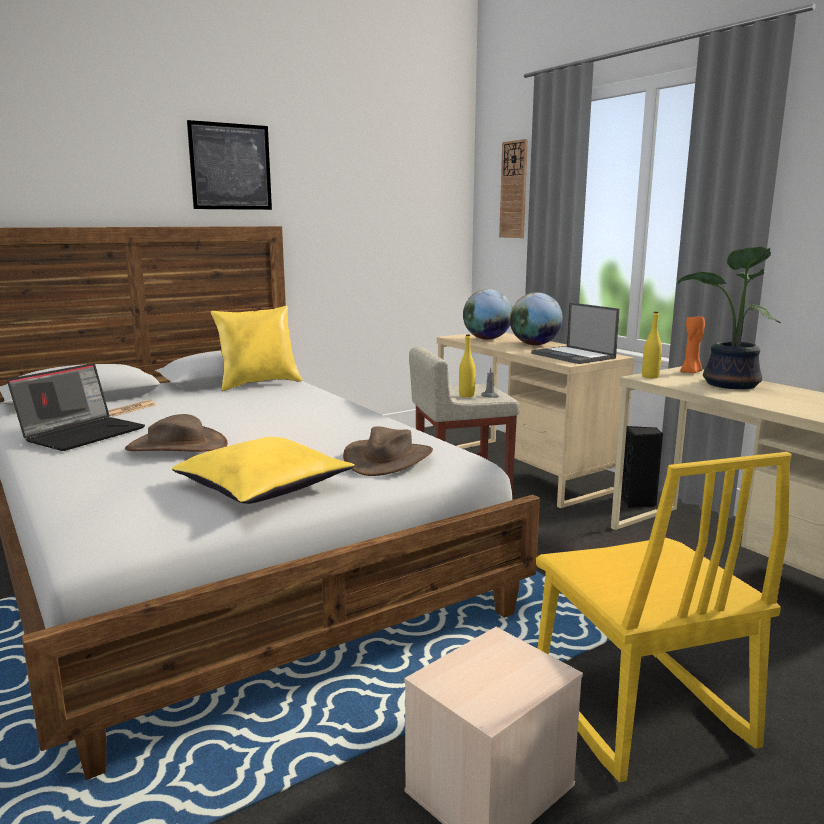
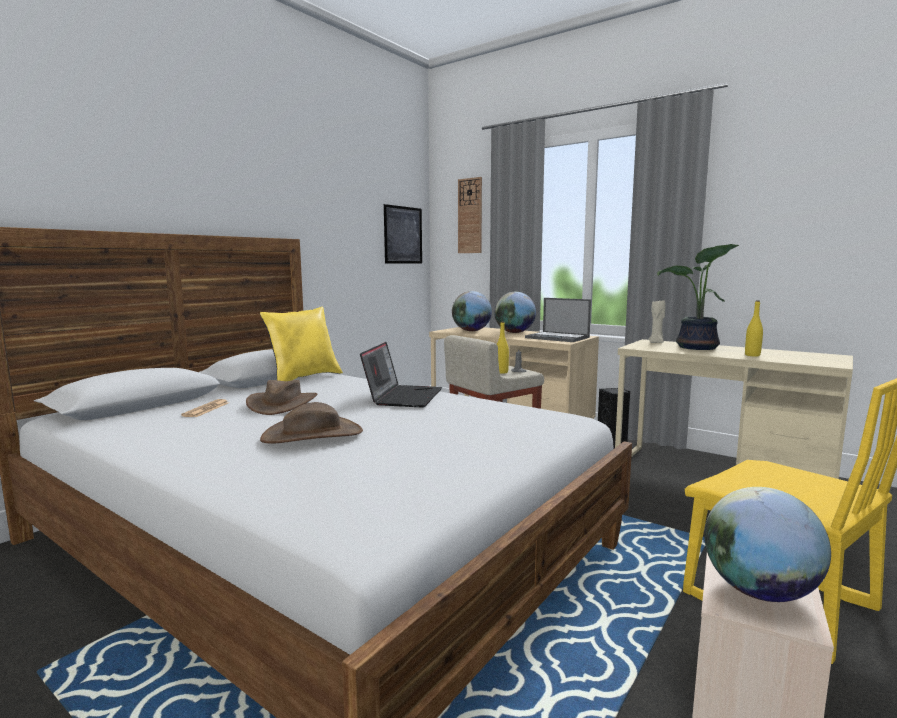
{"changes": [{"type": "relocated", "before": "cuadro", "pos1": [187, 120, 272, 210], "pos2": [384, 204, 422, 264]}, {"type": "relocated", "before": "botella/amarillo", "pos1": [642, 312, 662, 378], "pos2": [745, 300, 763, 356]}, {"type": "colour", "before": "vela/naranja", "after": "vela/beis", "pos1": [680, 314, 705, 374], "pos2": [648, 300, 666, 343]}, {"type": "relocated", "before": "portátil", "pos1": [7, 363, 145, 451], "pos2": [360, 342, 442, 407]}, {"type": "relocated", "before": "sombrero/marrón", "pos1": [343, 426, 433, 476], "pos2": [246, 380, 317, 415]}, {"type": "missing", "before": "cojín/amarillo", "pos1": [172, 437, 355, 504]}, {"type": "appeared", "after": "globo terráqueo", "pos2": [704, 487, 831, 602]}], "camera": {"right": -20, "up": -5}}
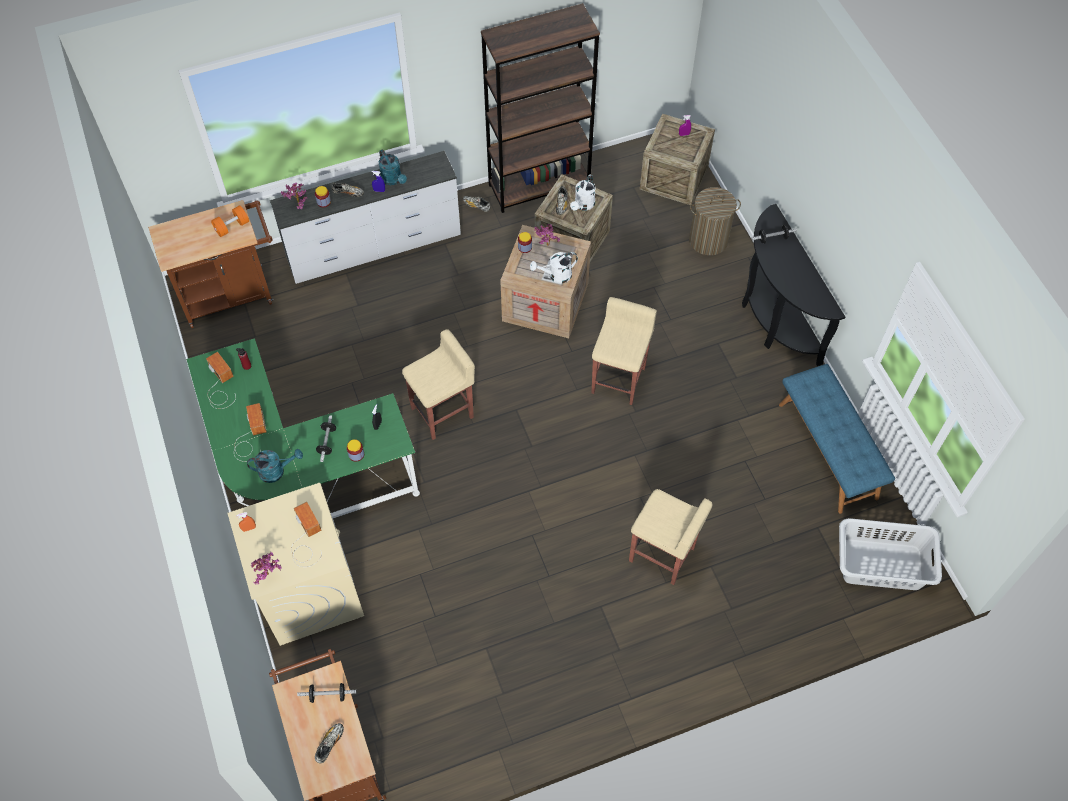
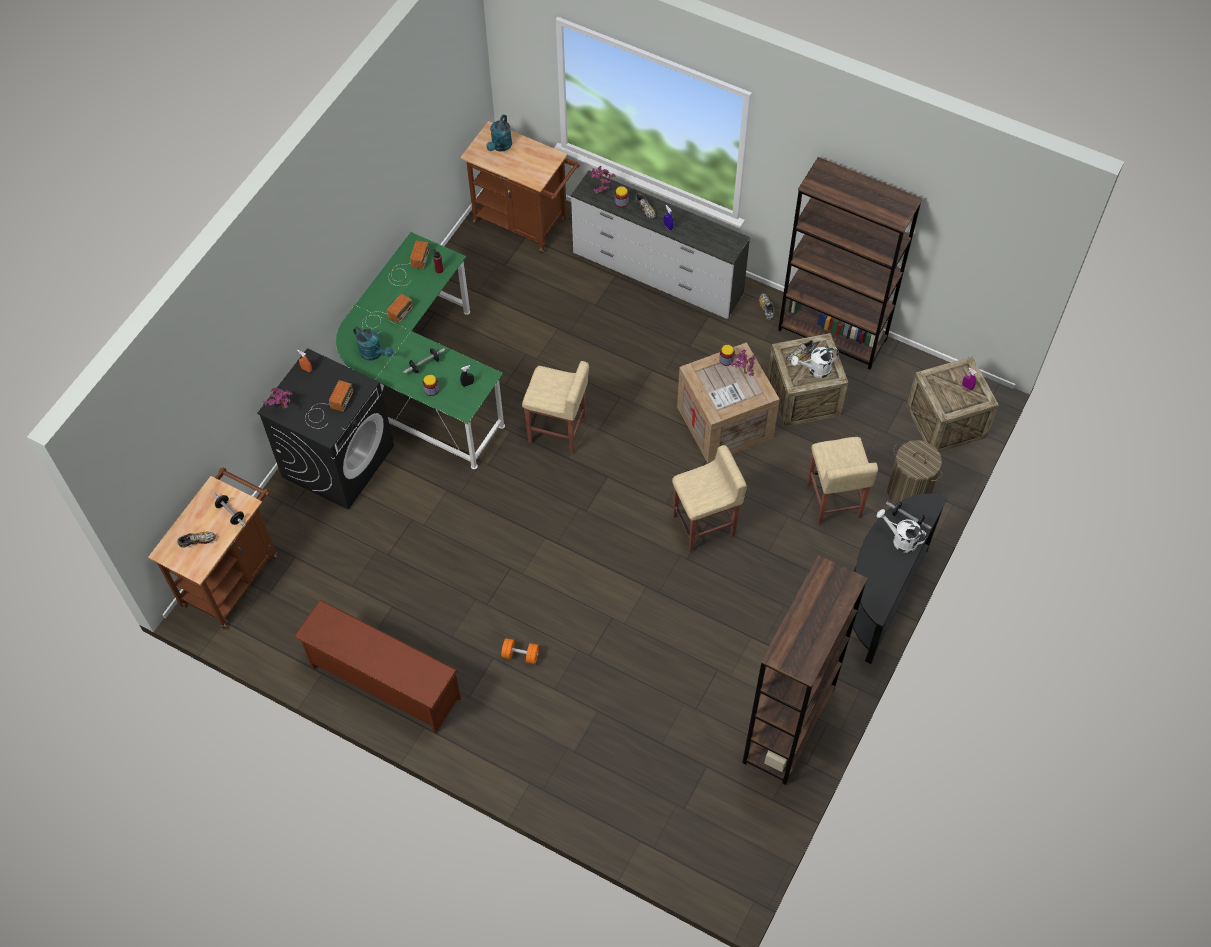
{"changes": [{"type": "relocated", "before": "regadera/turquesa", "pos1": [379, 149, 407, 185], "pos2": [486, 115, 512, 151]}, {"type": "relocated", "before": "mancuerna/naranja", "pos1": [211, 205, 249, 237], "pos2": [501, 638, 539, 664]}, {"type": "relocated", "before": "regadera/blanco", "pos1": [530, 252, 578, 283], "pos2": [877, 509, 927, 553]}, {"type": "exchanged", "before": "banco/azul", "after": "estantería/marrón", "pos1": [779, 364, 895, 514], "pos2": [742, 555, 868, 785]}, {"type": "colour", "before": "lavadora/beis", "after": "lavadora/negro", "pos1": [228, 483, 364, 646], "pos2": [257, 348, 394, 510]}, {"type": "relocated", "before": "taburete/beis", "pos1": [629, 489, 713, 585], "pos2": [807, 437, 878, 525]}, {"type": "missing", "before": "cesto de la ropa/gris", "pos1": [839, 518, 942, 590]}, {"type": "appeared", "after": "zapatero/marrón", "pos2": [294, 600, 461, 733]}], "camera": {"right": 50, "up": 0}}
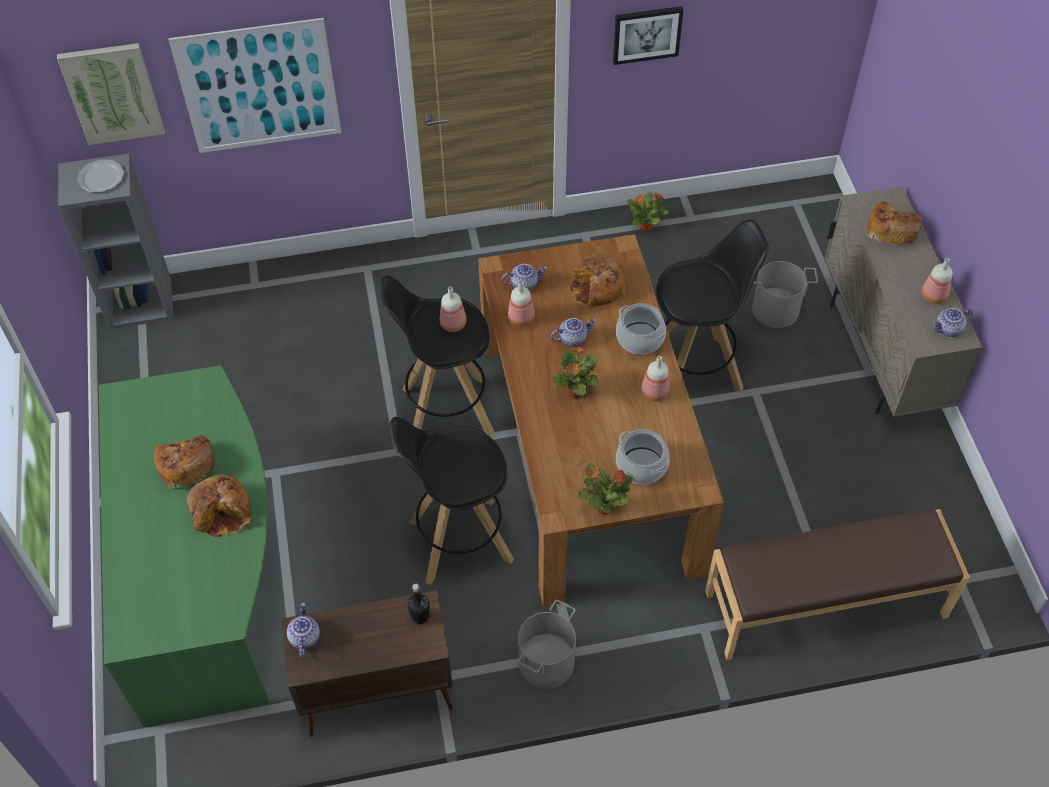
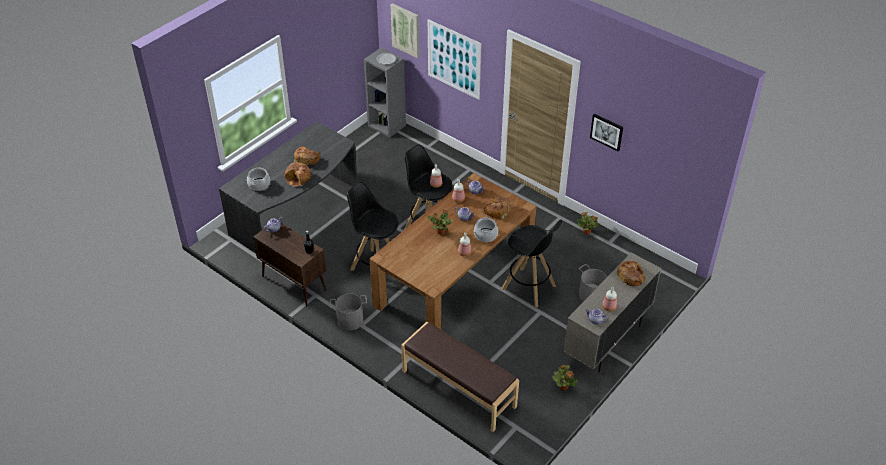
{"changes": [{"type": "colour", "before": "escritorio/verde", "after": "escritorio/gris", "pos1": [99, 365, 270, 727], "pos2": [219, 122, 358, 253]}, {"type": "relocated", "before": "olla", "pos1": [616, 429, 670, 485], "pos2": [247, 167, 270, 191]}, {"type": "relocated", "before": "planta en maceta", "pos1": [578, 463, 633, 514], "pos2": [552, 365, 578, 390]}], "camera": {"right": 50, "up": -10}}
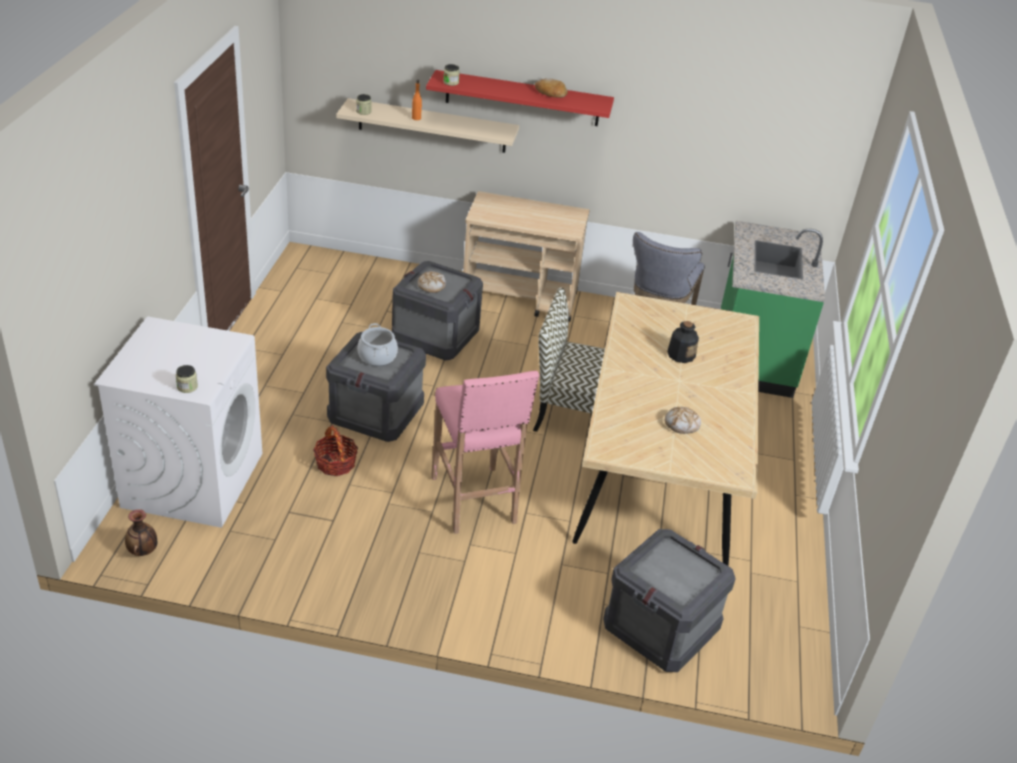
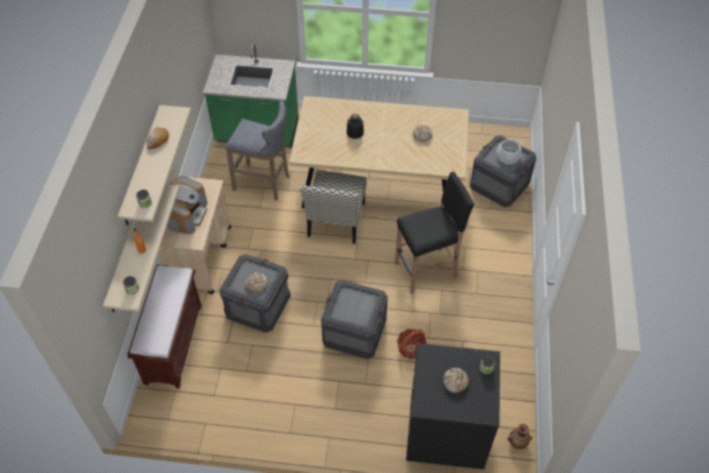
{"changes": [{"type": "colour", "before": "estante/rojo", "after": "estante/beis", "pos1": [426, 70, 614, 126], "pos2": [118, 105, 191, 226]}, {"type": "colour", "before": "lavadora/blanco", "after": "lavadora/negro", "pos1": [94, 316, 262, 528], "pos2": [406, 343, 500, 469]}, {"type": "relocated", "before": "olla", "pos1": [357, 323, 398, 366], "pos2": [497, 139, 523, 164]}, {"type": "colour", "before": "taburete/rosa", "after": "taburete/negro", "pos1": [431, 370, 539, 534], "pos2": [395, 172, 474, 294]}, {"type": "appeared", "after": "cafetera", "pos2": [167, 176, 207, 235]}, {"type": "appeared", "after": "banco/marrón", "pos2": [127, 265, 202, 389]}, {"type": "appeared", "after": "pan", "pos2": [443, 368, 469, 393]}], "camera": {"right": -90, "up": 15}}
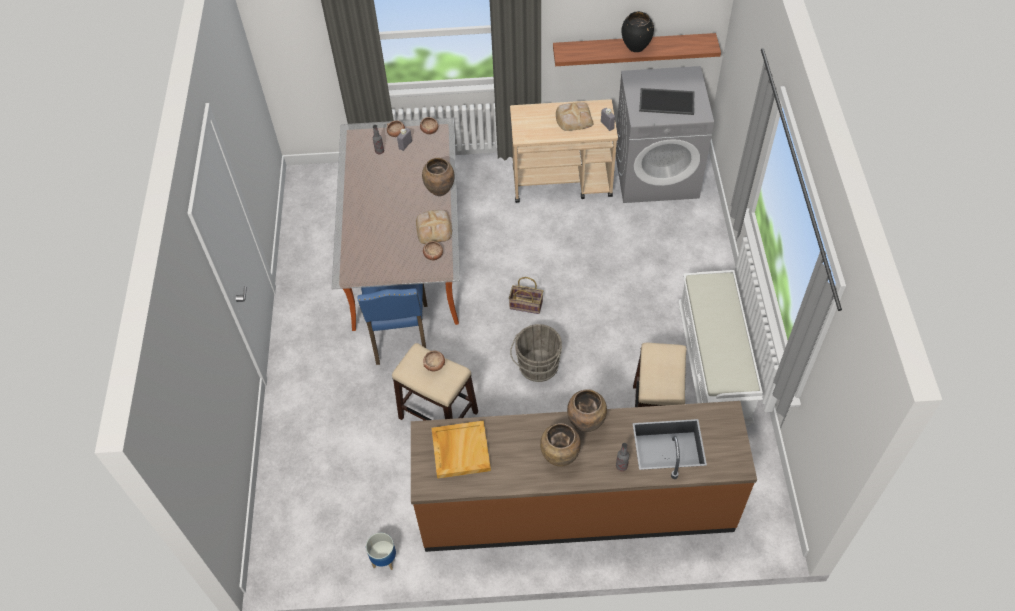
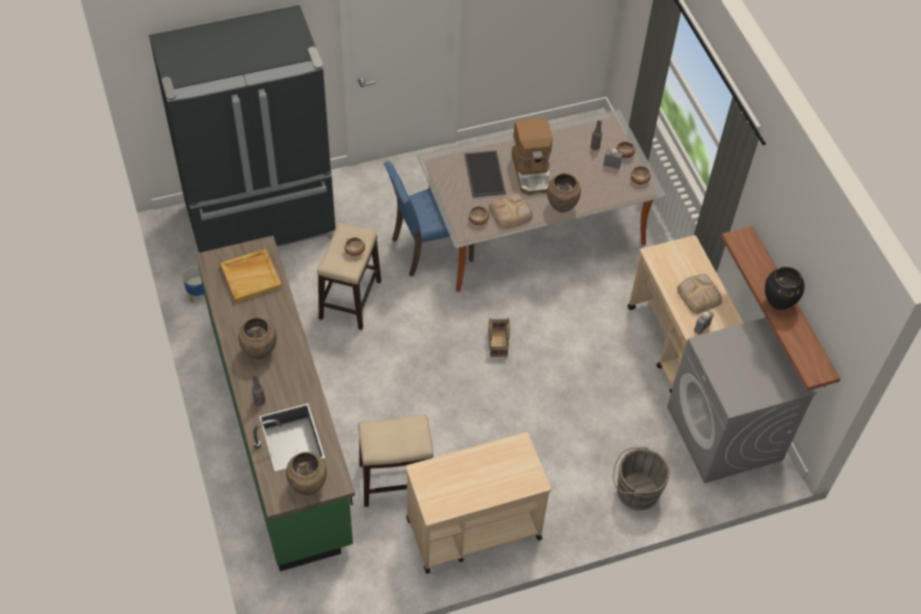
{"changes": [{"type": "relocated", "before": "bandeja", "pos1": [639, 88, 694, 115], "pos2": [464, 150, 506, 197]}, {"type": "exchanged", "before": "banco/blanco", "after": "carrito/beis", "pos1": [678, 270, 763, 427], "pos2": [406, 432, 551, 574]}, {"type": "relocated", "before": "cubo/gris", "pos1": [510, 324, 562, 382], "pos2": [613, 447, 670, 511]}, {"type": "relocated", "before": "florero/marrón", "pos1": [567, 389, 607, 432], "pos2": [286, 452, 327, 495]}, {"type": "colour", "before": "mueble bajo de cocina/marrón", "after": "mueble bajo de cocina/verde", "pos1": [411, 401, 757, 552], "pos2": [196, 236, 355, 571]}, {"type": "appeared", "after": "nevera/negro", "pos2": [149, 5, 336, 253]}, {"type": "appeared", "after": "cafetera", "pos2": [512, 118, 553, 195]}], "camera": {"right": 70, "up": 0}}
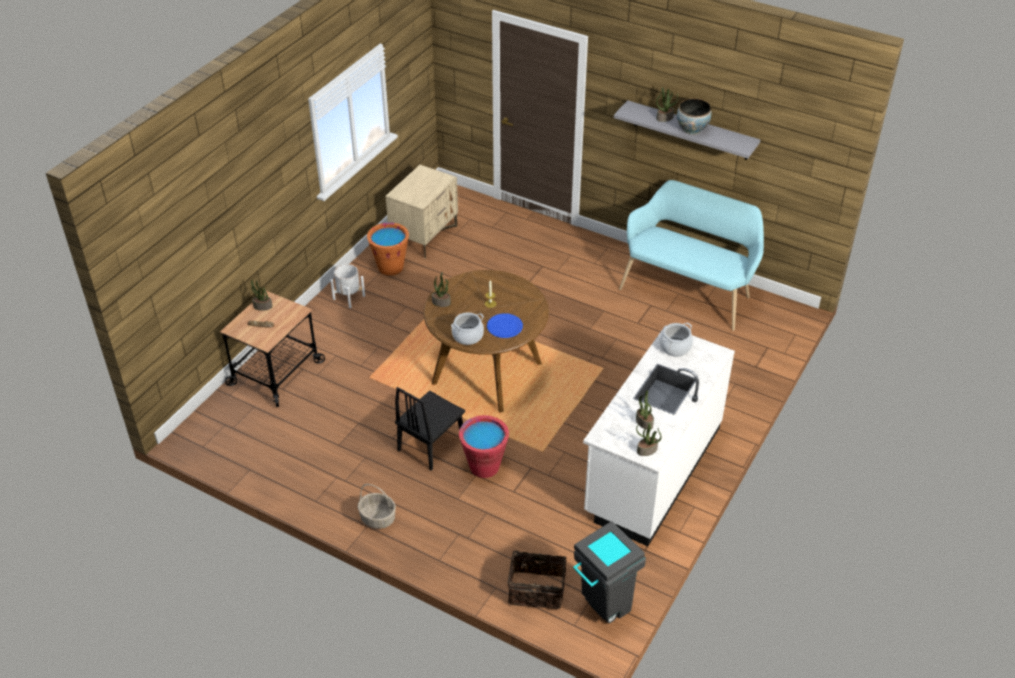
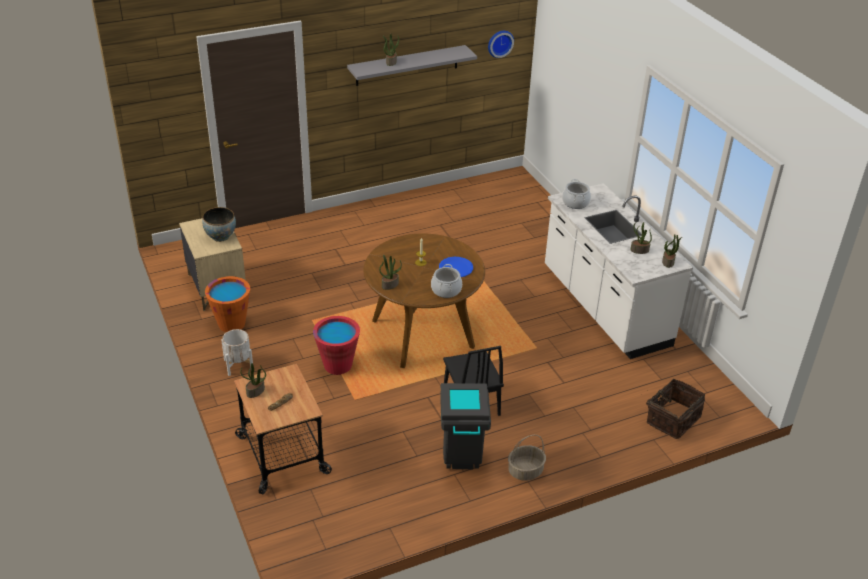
{"changes": [{"type": "relocated", "before": "cuenco", "pos1": [677, 98, 712, 135], "pos2": [202, 207, 236, 242]}, {"type": "missing", "before": "banco/turquesa", "pos1": [619, 180, 764, 331]}, {"type": "relocated", "before": "cubo/rojo", "pos1": [459, 415, 509, 478], "pos2": [313, 316, 360, 375]}, {"type": "relocated", "before": "papelera/gris", "pos1": [573, 521, 646, 623], "pos2": [440, 383, 491, 469]}, {"type": "appeared", "after": "reloj de pared", "pos2": [488, 31, 514, 58]}], "camera": {"right": -55, "up": -5}}
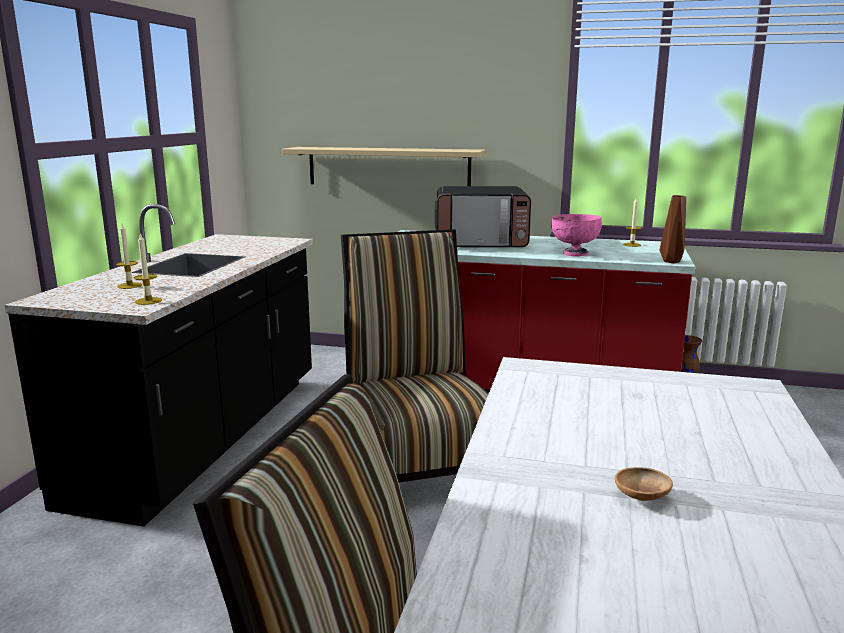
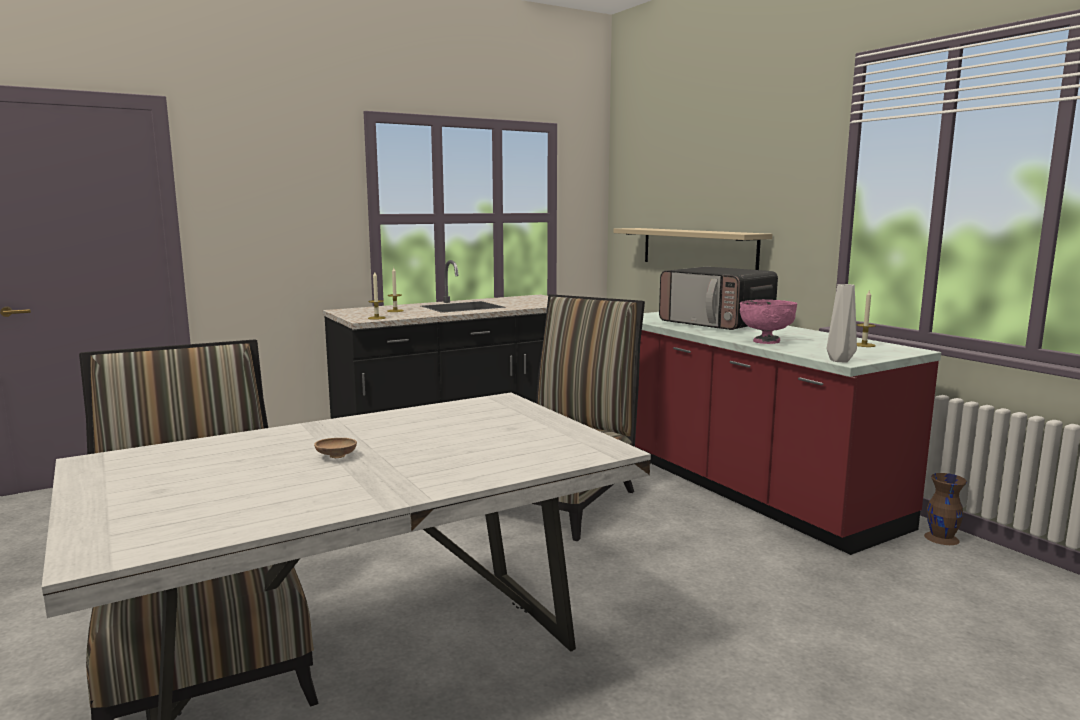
{"changes": [{"type": "colour", "before": "florero/marrón", "after": "florero/blanco", "pos1": [660, 195, 686, 263], "pos2": [827, 284, 857, 363]}], "camera": {"right": 45, "up": -5}}
